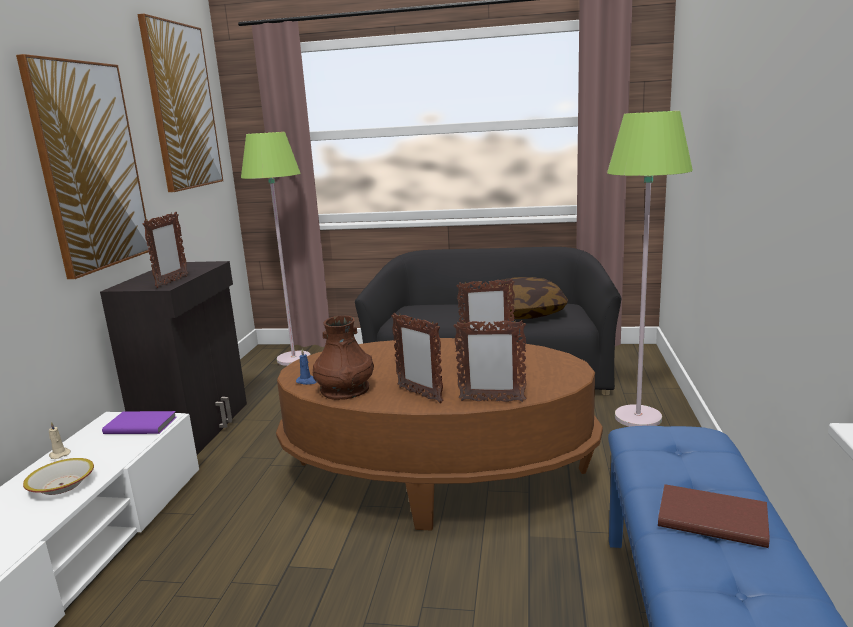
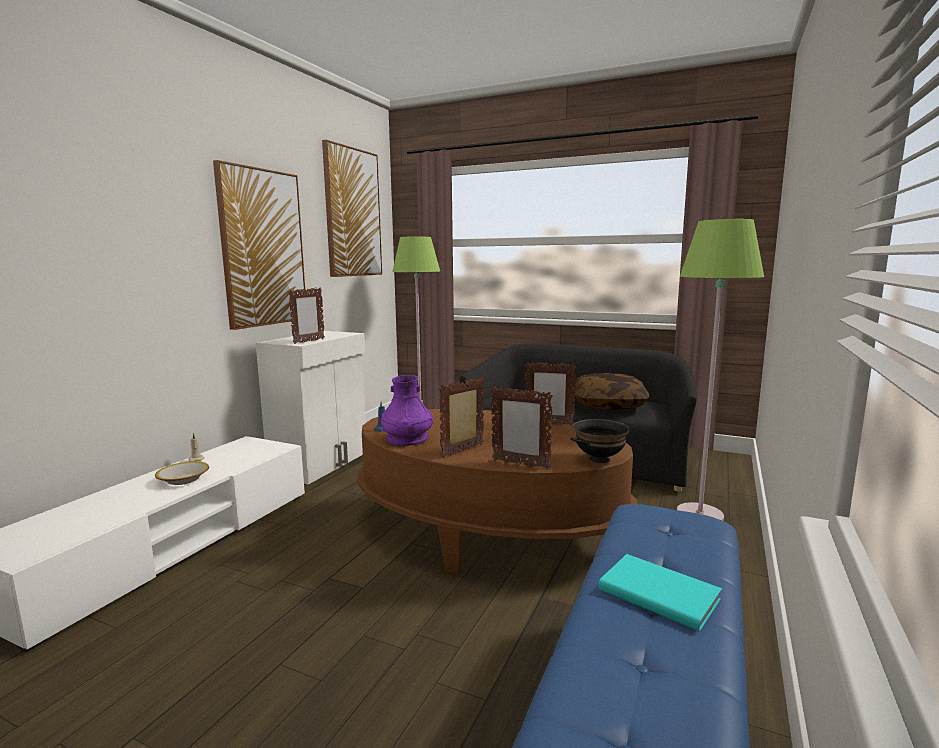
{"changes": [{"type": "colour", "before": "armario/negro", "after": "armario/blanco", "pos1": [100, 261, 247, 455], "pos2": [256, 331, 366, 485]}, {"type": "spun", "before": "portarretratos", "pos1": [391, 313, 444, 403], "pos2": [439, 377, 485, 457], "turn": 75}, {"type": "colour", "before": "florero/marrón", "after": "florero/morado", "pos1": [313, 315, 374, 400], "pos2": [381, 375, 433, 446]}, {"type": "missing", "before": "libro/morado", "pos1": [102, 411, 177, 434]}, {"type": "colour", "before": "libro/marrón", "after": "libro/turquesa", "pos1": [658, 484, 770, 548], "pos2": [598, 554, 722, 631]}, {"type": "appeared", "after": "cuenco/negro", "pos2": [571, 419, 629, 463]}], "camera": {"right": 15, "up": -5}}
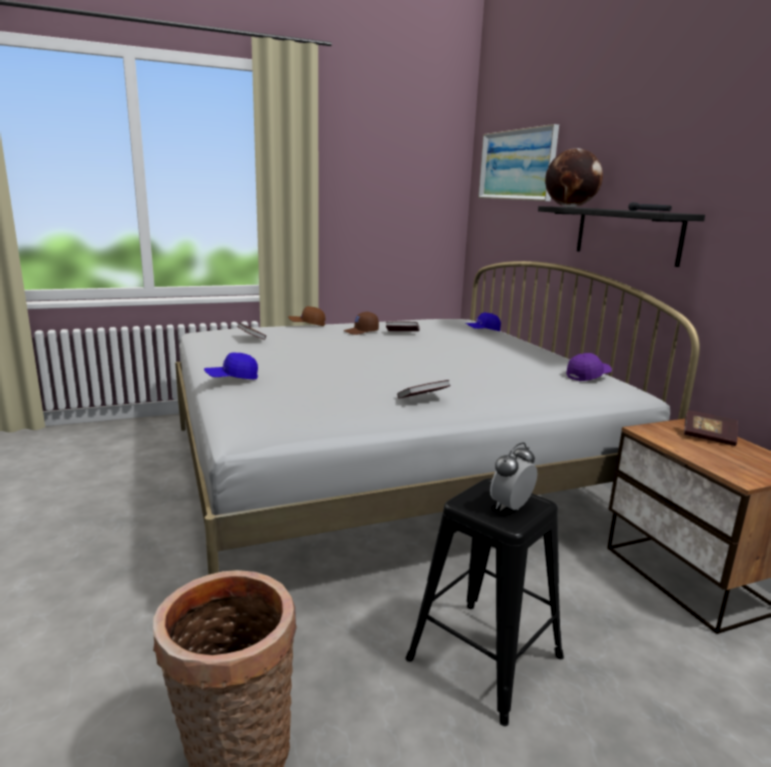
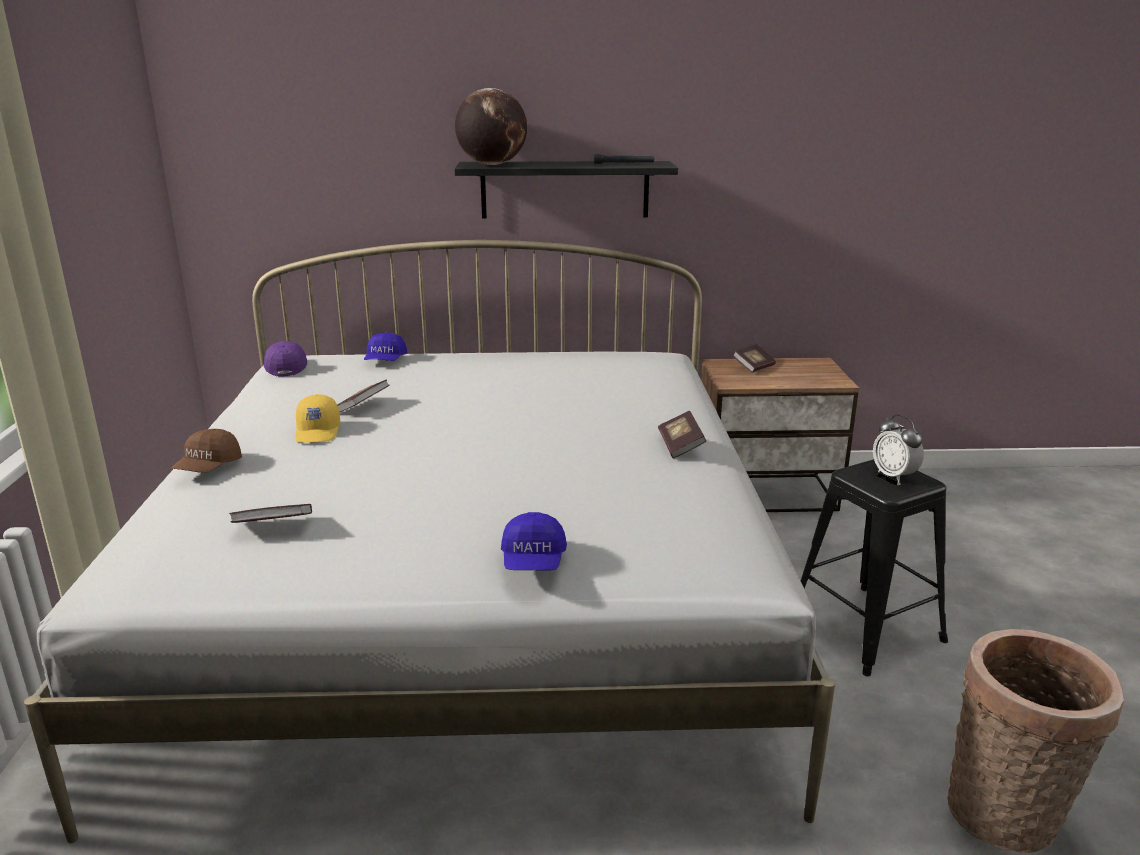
{"changes": [{"type": "missing", "before": "cuadro", "pos1": [478, 124, 559, 201]}, {"type": "colour", "before": "gorra/marrón", "after": "gorra/amarillo", "pos1": [344, 312, 379, 335], "pos2": [296, 394, 340, 443]}, {"type": "relocated", "before": "gorra/morado", "pos1": [566, 353, 612, 381], "pos2": [264, 341, 307, 377]}], "camera": {"right": -70, "up": 5}}
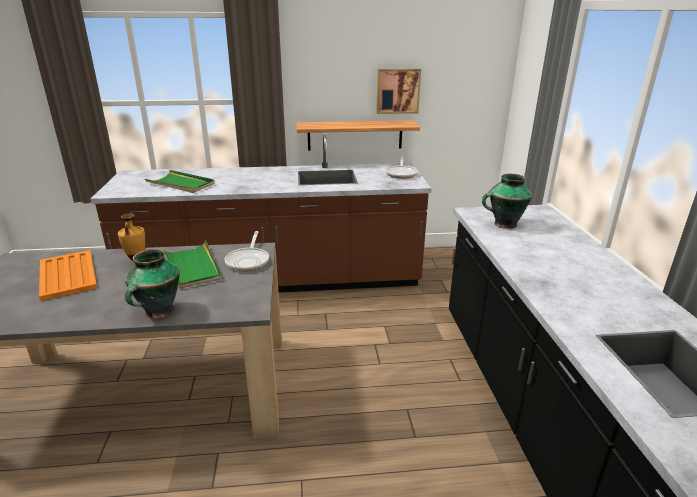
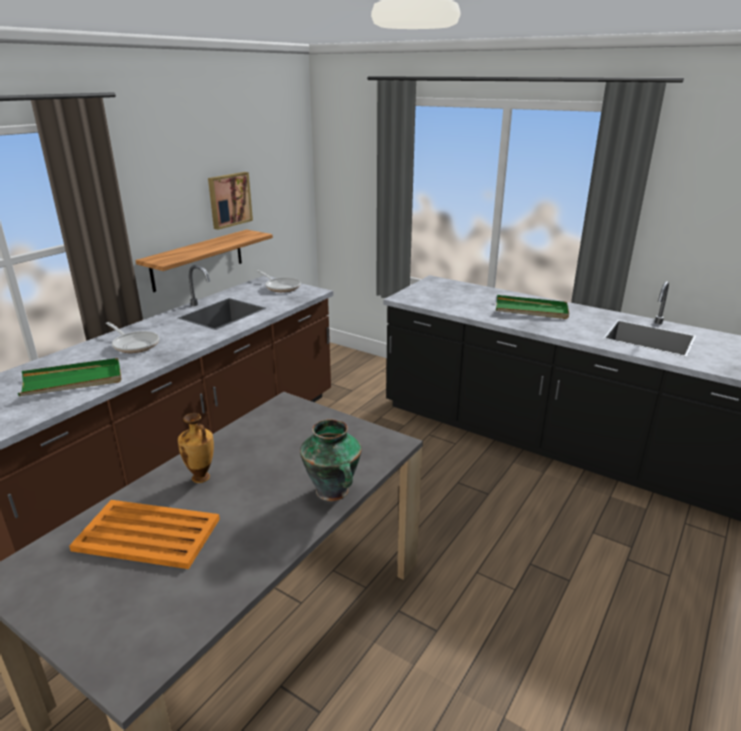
{"changes": [{"type": "missing", "before": "florero", "pos1": [482, 174, 532, 229]}, {"type": "relocated", "before": "sartén", "pos1": [224, 231, 269, 271], "pos2": [106, 322, 159, 353]}, {"type": "relocated", "before": "bandeja/verde", "pos1": [162, 240, 221, 289], "pos2": [496, 295, 569, 319]}], "camera": {"right": -50, "up": 0}}
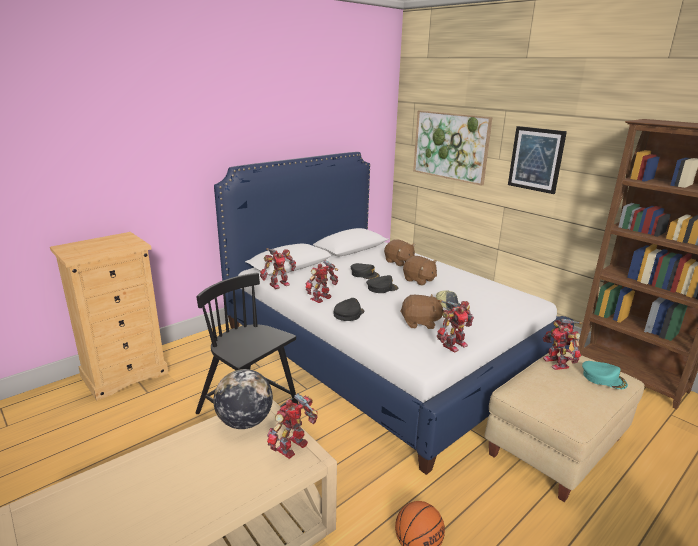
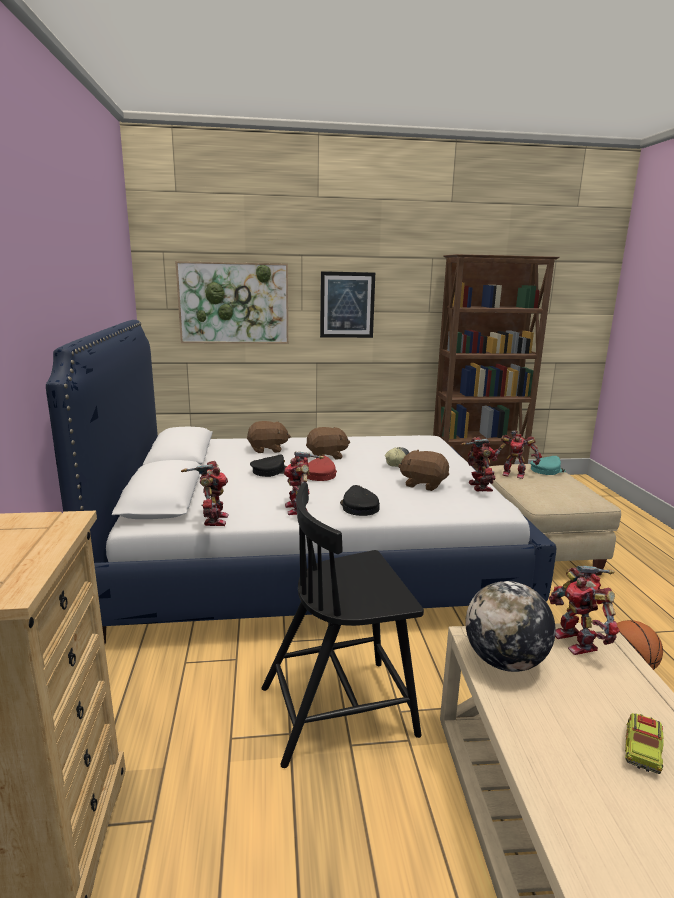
{"changes": [{"type": "colour", "before": "gorra/negro", "after": "gorra/rojo", "pos1": [366, 275, 398, 293], "pos2": [307, 456, 337, 481]}, {"type": "spun", "before": "peluche/marrón", "pos1": [400, 294, 444, 329], "pos2": [398, 450, 449, 491], "turn": -105}, {"type": "appeared", "after": "camión de juguete", "pos2": [625, 713, 664, 774]}], "camera": {"right": -55, "up": -5}}
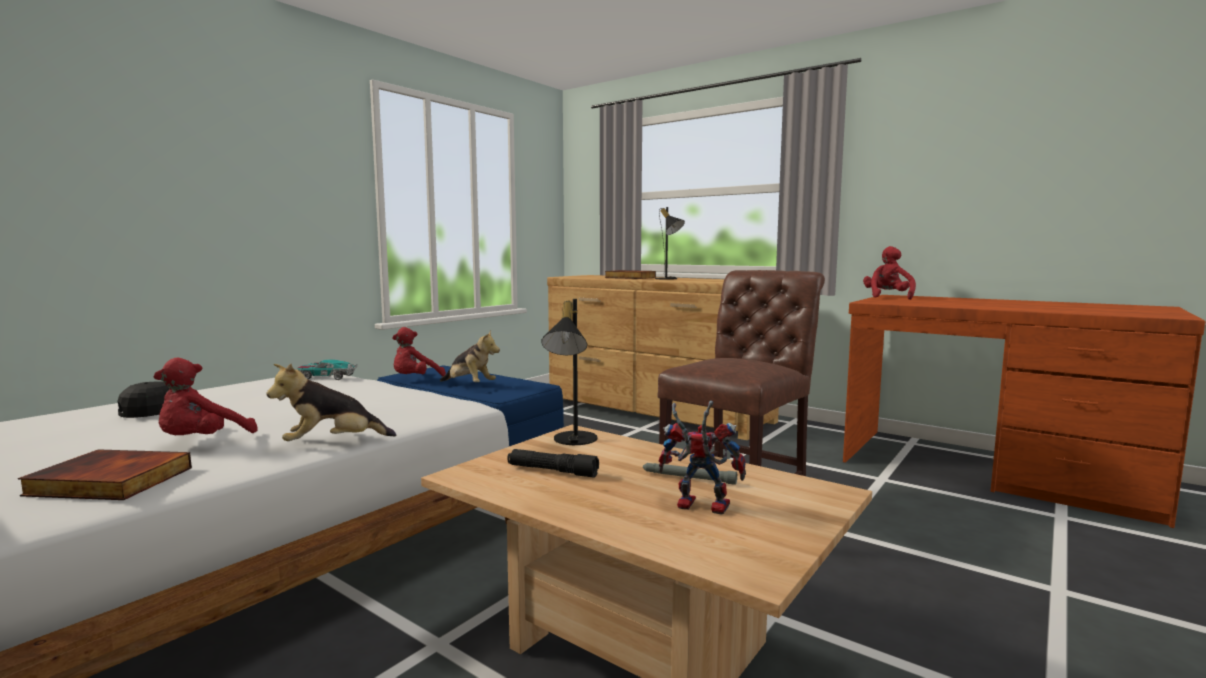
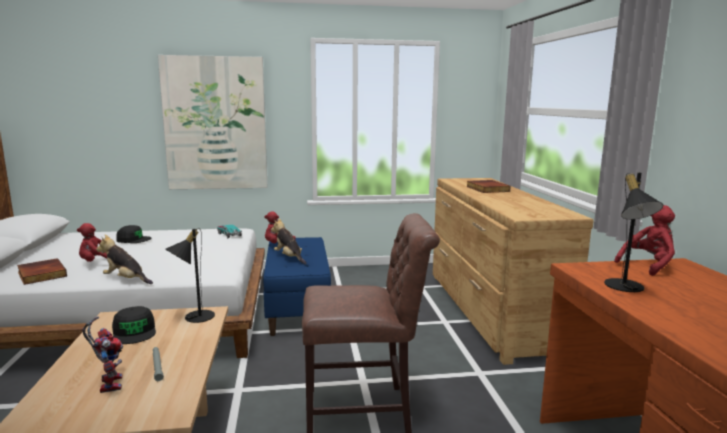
{"changes": [{"type": "relocated", "before": "lámpara de mesa/negro", "pos1": [655, 207, 685, 280], "pos2": [604, 172, 663, 292]}, {"type": "spun", "before": "peluche", "pos1": [440, 330, 500, 382], "pos2": [271, 218, 306, 264], "turn": 150}, {"type": "exchanged", "before": "linterna/negro", "after": "gorra/negro", "pos1": [507, 449, 599, 478], "pos2": [112, 306, 156, 344]}, {"type": "appeared", "after": "cuadro", "pos2": [158, 55, 267, 189]}], "camera": {"right": 45, "up": 5}}
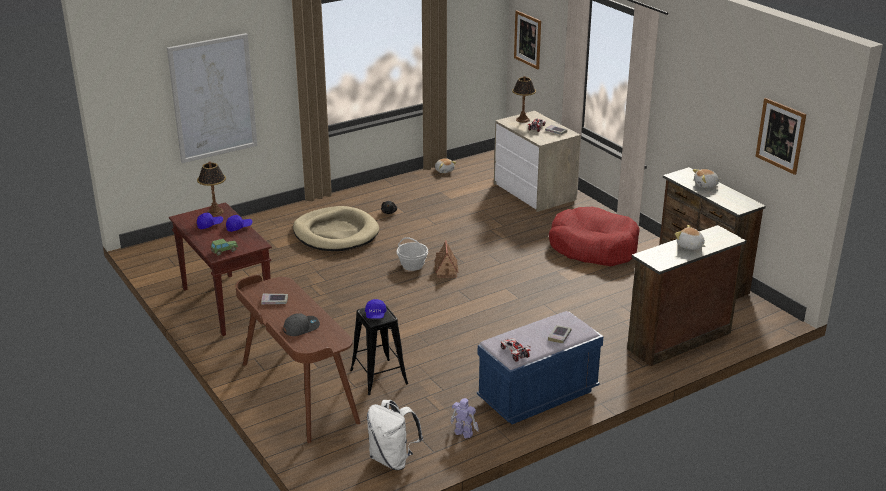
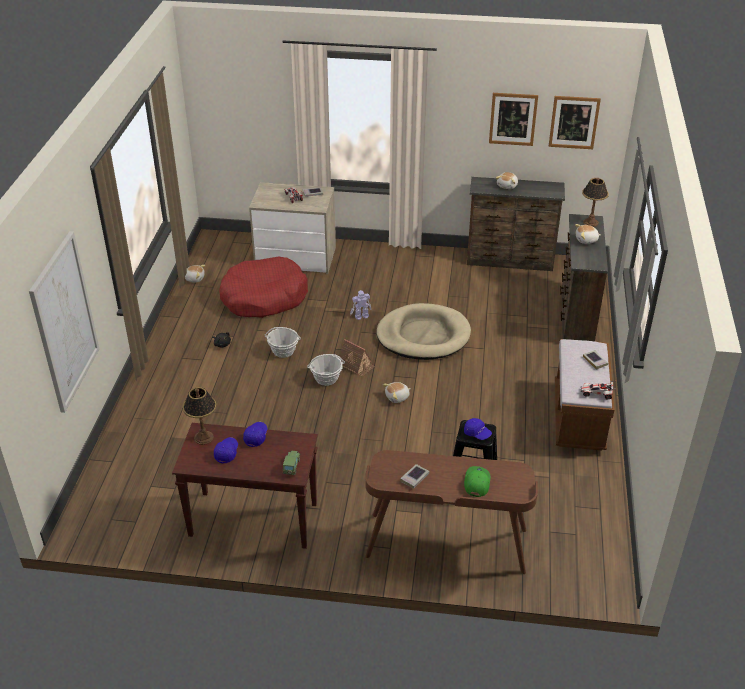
{"changes": [{"type": "relocated", "before": "cuadro", "pos1": [514, 10, 541, 69], "pos2": [489, 93, 538, 146]}, {"type": "relocated", "before": "lámpara de mesa", "pos1": [512, 76, 536, 123], "pos2": [582, 178, 609, 227]}, {"type": "relocated", "before": "cama para perro/beis", "pos1": [293, 206, 379, 251], "pos2": [376, 303, 471, 360]}, {"type": "relocated", "before": "cama para perro/rojo", "pos1": [549, 207, 640, 266], "pos2": [219, 256, 308, 318]}, {"type": "colour", "before": "banco/azul", "after": "banco/marrón", "pos1": [477, 311, 604, 424], "pos2": [555, 339, 614, 450]}, {"type": "colour", "before": "gorra/gris", "after": "gorra/verde", "pos1": [283, 313, 320, 336], "pos2": [464, 466, 490, 497]}, {"type": "relocated", "before": "robot de juguete", "pos1": [450, 398, 479, 439], "pos2": [350, 290, 371, 320]}, {"type": "missing", "before": "mochila/blanco", "pos1": [367, 400, 423, 470]}, {"type": "appeared", "after": "cesta", "pos2": [265, 327, 301, 358]}, {"type": "appeared", "after": "peluche", "pos2": [383, 382, 411, 403]}], "camera": {"right": -50, "up": 10}}
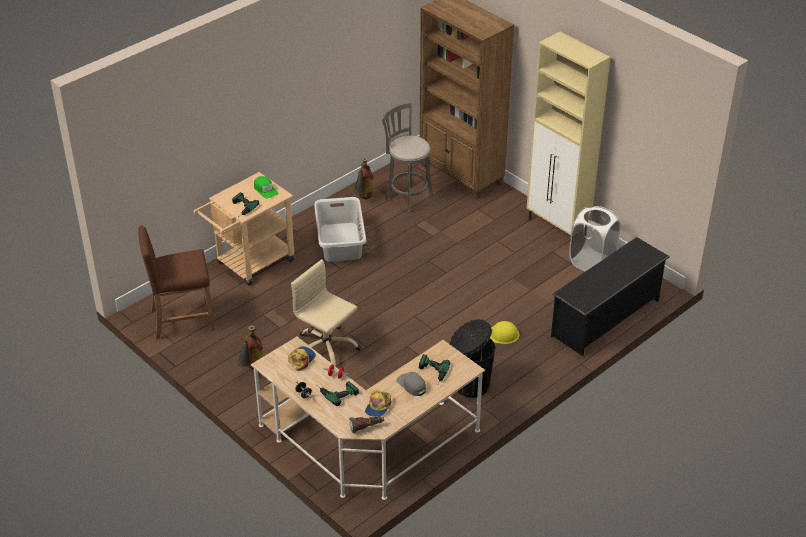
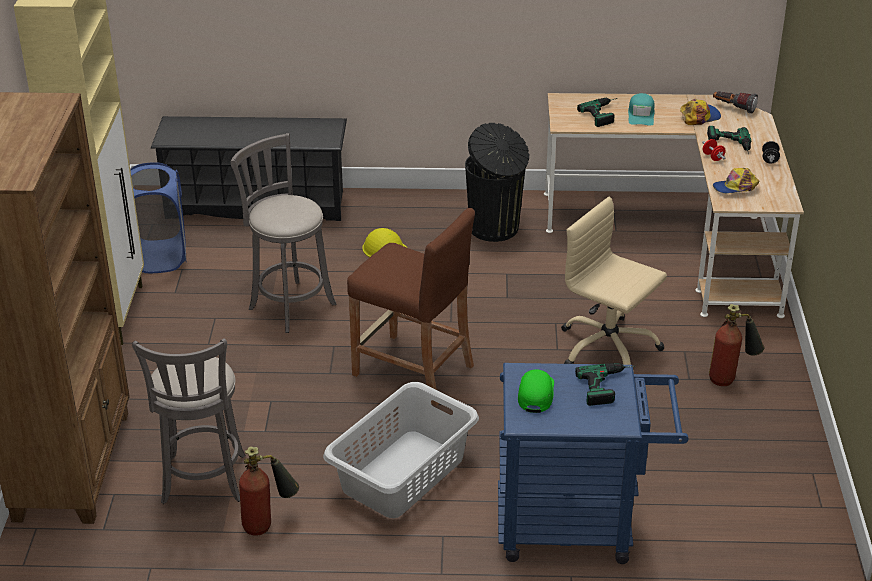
{"changes": [{"type": "colour", "before": "carrito/beis", "after": "carrito/azul", "pos1": [193, 172, 294, 286], "pos2": [498, 363, 688, 564]}, {"type": "colour", "before": "cesto de la ropa/blanco", "after": "cesto de la ropa/azul", "pos1": [569, 206, 620, 272], "pos2": [130, 162, 187, 273]}, {"type": "relocated", "before": "taburete/marrón", "pos1": [138, 225, 214, 339], "pos2": [347, 208, 475, 406]}, {"type": "spun", "before": "silla de oficina/beis", "pos1": [291, 259, 361, 366], "pos2": [561, 197, 667, 365], "turn": 135}, {"type": "colour", "before": "gorra/gris", "after": "gorra/turquesa", "pos1": [396, 372, 426, 396], "pos2": [628, 93, 655, 126]}, {"type": "appeared", "after": "taburete/gris", "pos2": [231, 133, 336, 333]}], "camera": {"right": -135, "up": -5}}
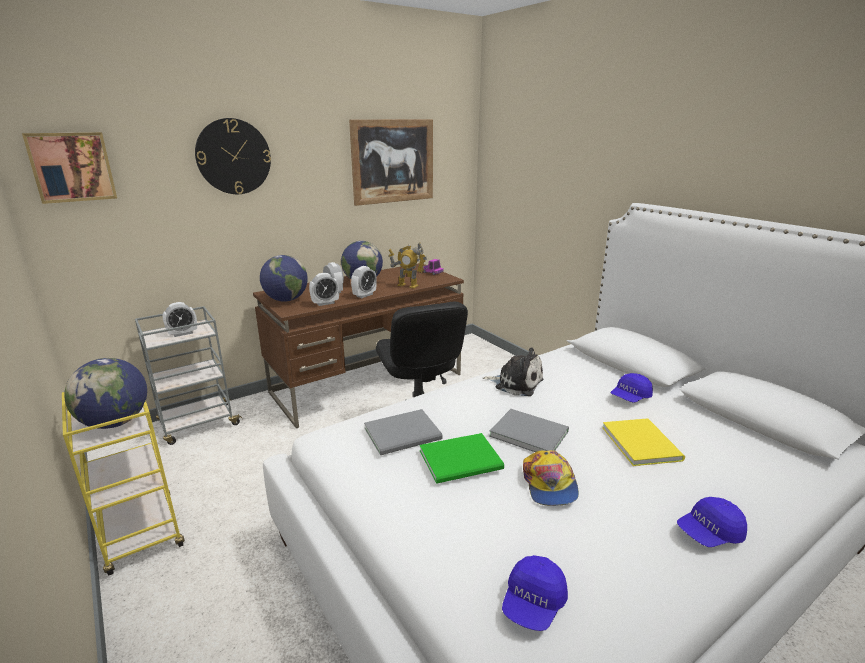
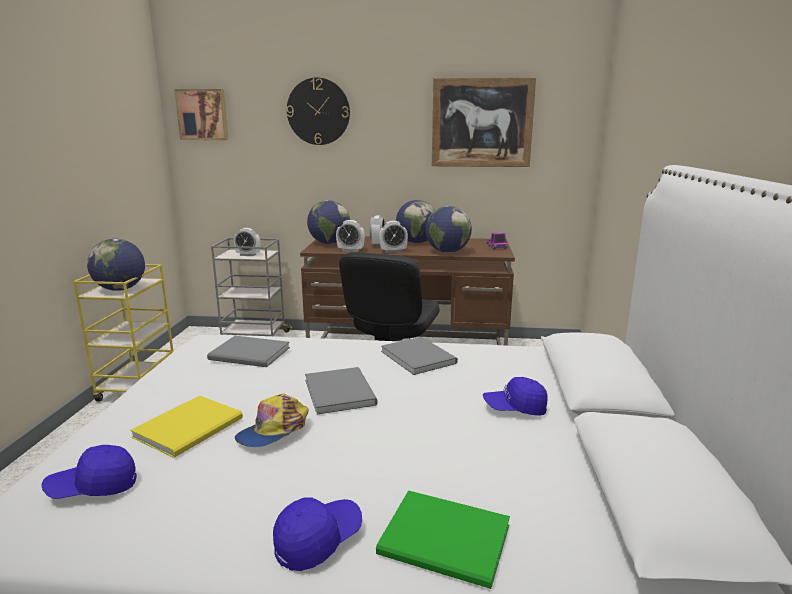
{"changes": [{"type": "exchanged", "before": "robot de juguete", "after": "globo terráqueo", "pos1": [389, 242, 427, 289], "pos2": [425, 206, 472, 253]}, {"type": "exchanged", "before": "peluche", "after": "libro/gris", "pos1": [483, 347, 544, 396], "pos2": [381, 337, 458, 375]}, {"type": "relocated", "before": "libro/amarillo", "pos1": [602, 418, 685, 466], "pos2": [130, 395, 243, 458]}, {"type": "relocated", "before": "libro/verde", "pos1": [420, 433, 504, 484], "pos2": [376, 490, 510, 589]}, {"type": "spun", "before": "gorra/azul", "pos1": [677, 497, 747, 547], "pos2": [273, 497, 362, 571], "turn": 120}], "camera": {"right": 40, "up": -5}}
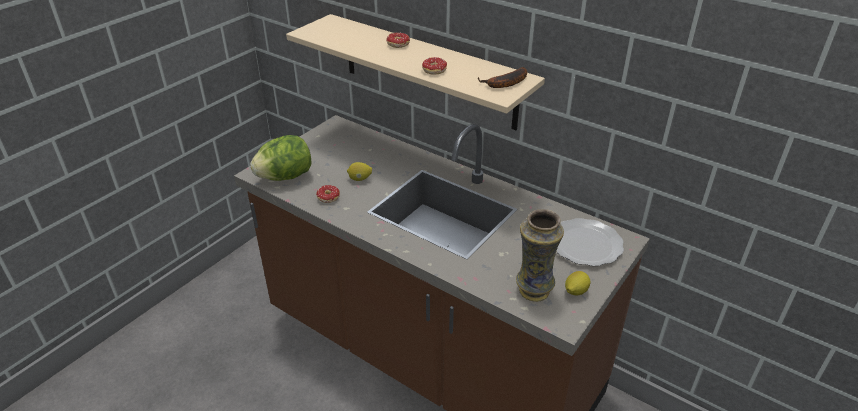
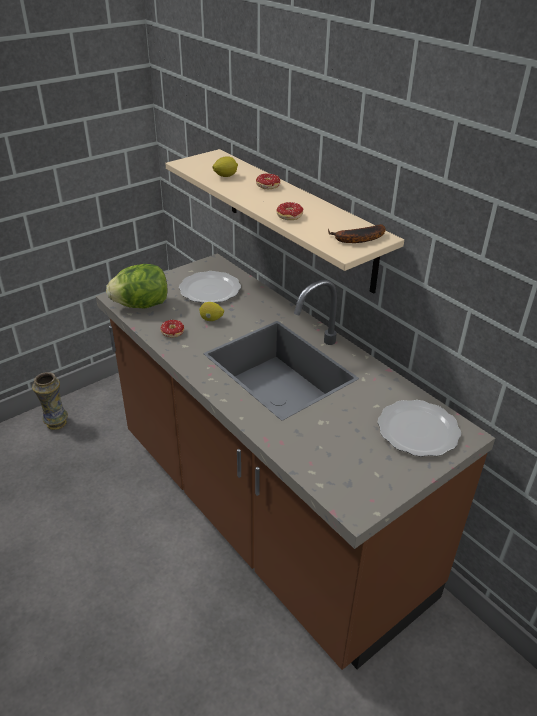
{"changes": [{"type": "relocated", "before": "florero", "pos1": [516, 209, 564, 302], "pos2": [32, 372, 68, 430]}, {"type": "relocated", "before": "limón", "pos1": [565, 271, 591, 295], "pos2": [213, 156, 238, 177]}, {"type": "appeared", "after": "plato", "pos2": [179, 271, 241, 303]}], "camera": {"right": 15, "up": 0}}
